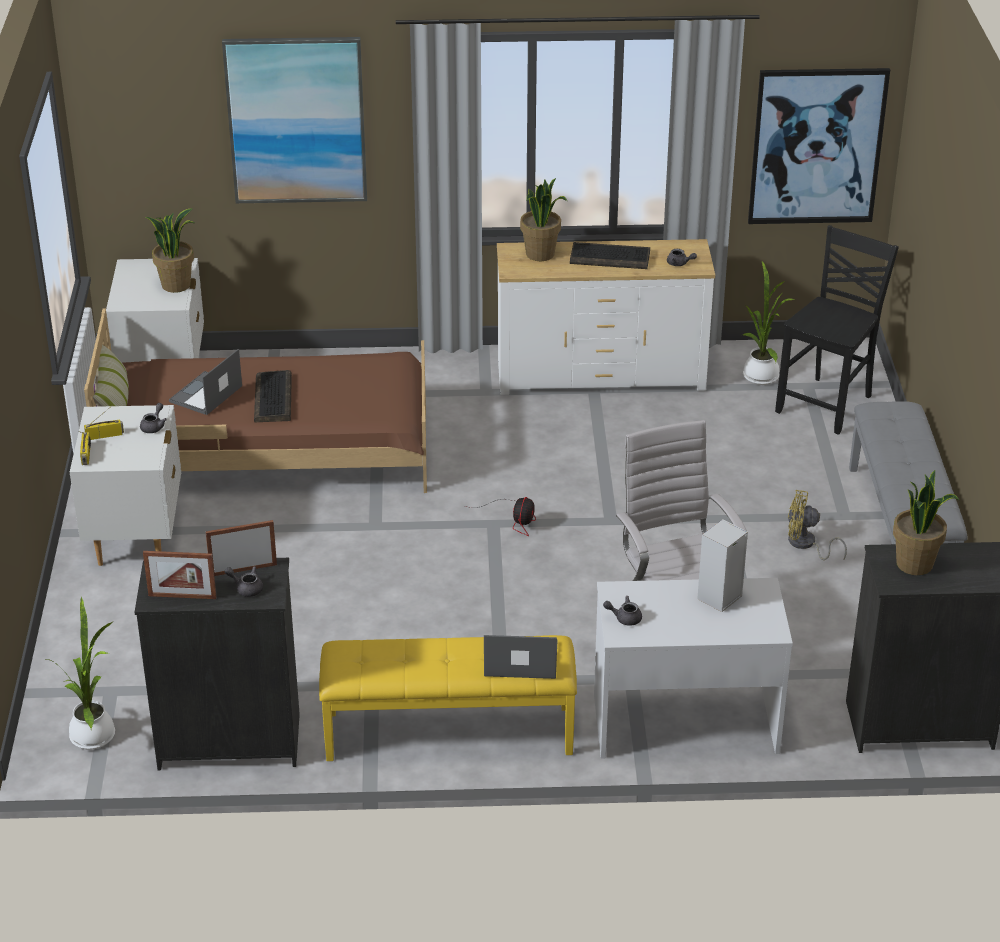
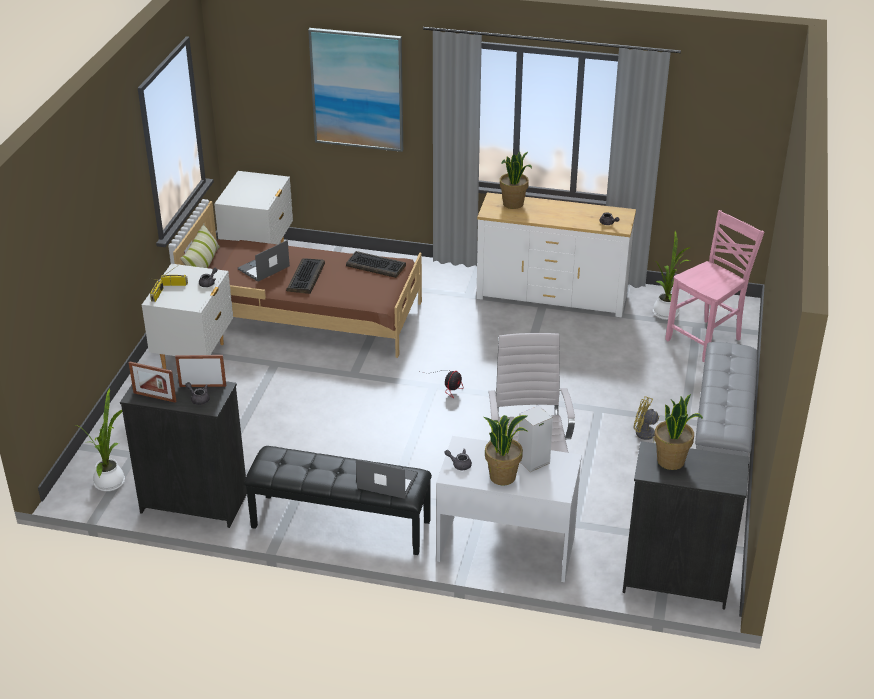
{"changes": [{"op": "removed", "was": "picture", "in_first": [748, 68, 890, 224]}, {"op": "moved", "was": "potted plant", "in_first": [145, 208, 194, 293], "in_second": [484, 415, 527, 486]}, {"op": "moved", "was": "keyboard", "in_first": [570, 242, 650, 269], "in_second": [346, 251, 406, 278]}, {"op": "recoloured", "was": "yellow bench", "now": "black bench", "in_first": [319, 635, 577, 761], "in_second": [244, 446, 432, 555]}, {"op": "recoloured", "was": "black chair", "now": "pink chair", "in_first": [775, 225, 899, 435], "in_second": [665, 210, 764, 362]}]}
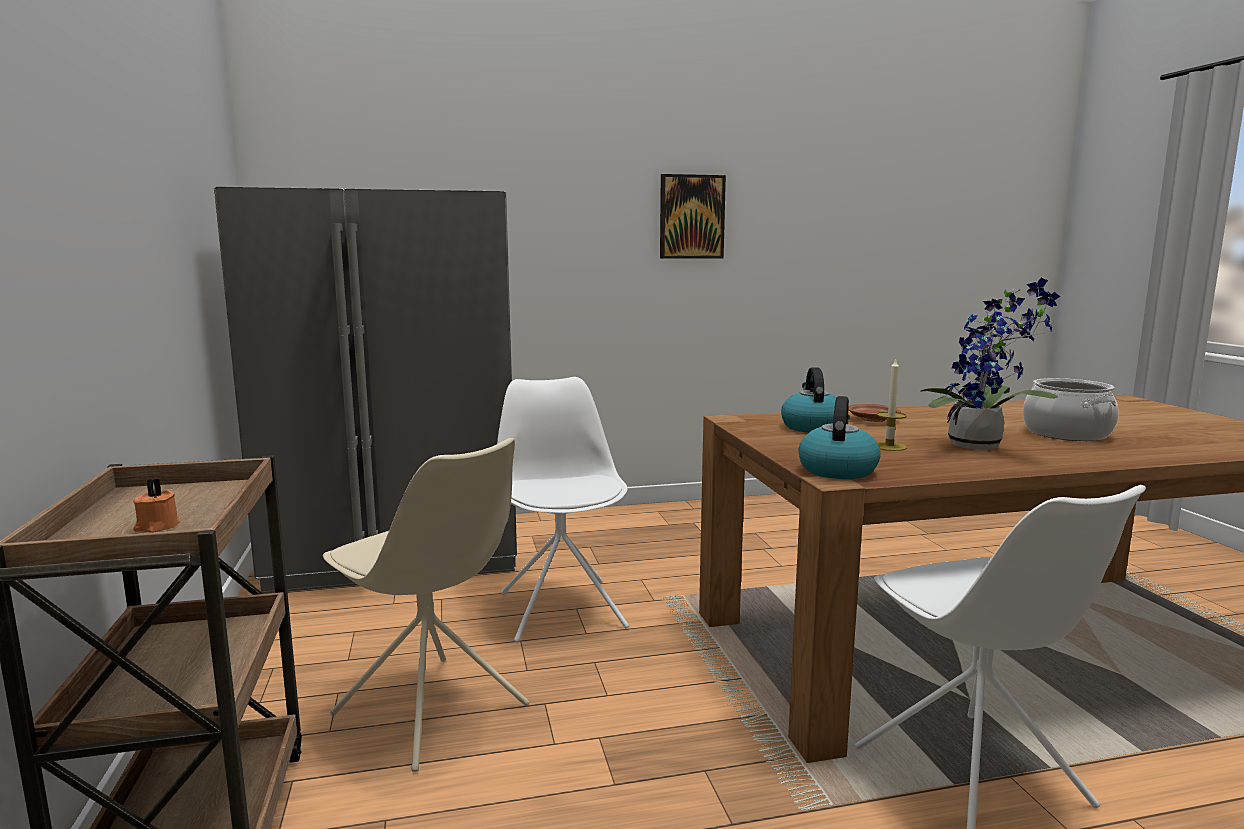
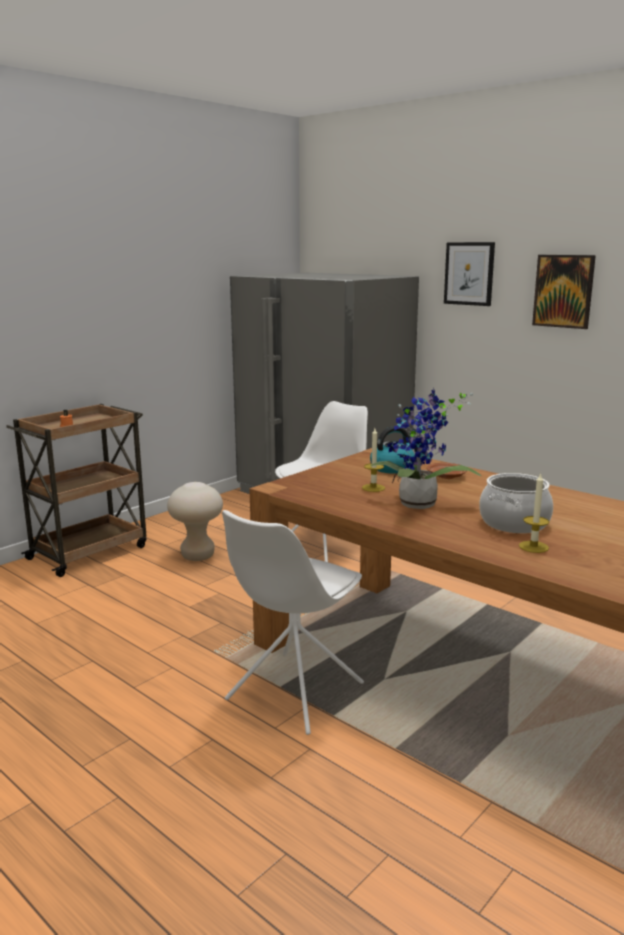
{"changes": [{"op": "removed", "was": "kettle", "in_first": [798, 396, 881, 479]}, {"op": "added", "now": "picture", "in_second": [444, 242, 495, 306]}, {"op": "added", "now": "candle", "in_second": [519, 472, 549, 553]}, {"op": "replaced", "was": "beige chair", "now": "beige stool", "in_first": [323, 438, 529, 772], "in_second": [167, 482, 223, 561]}]}
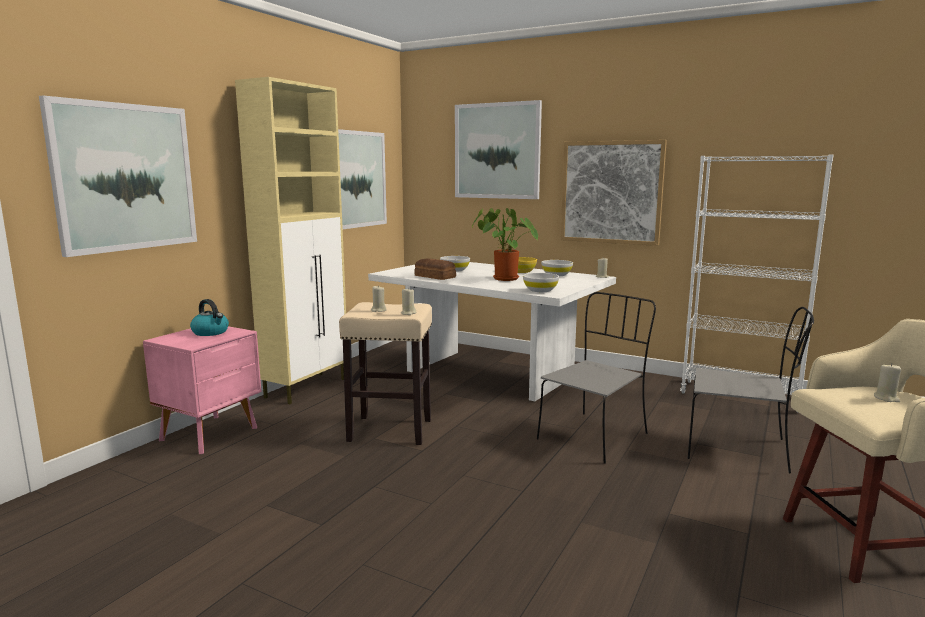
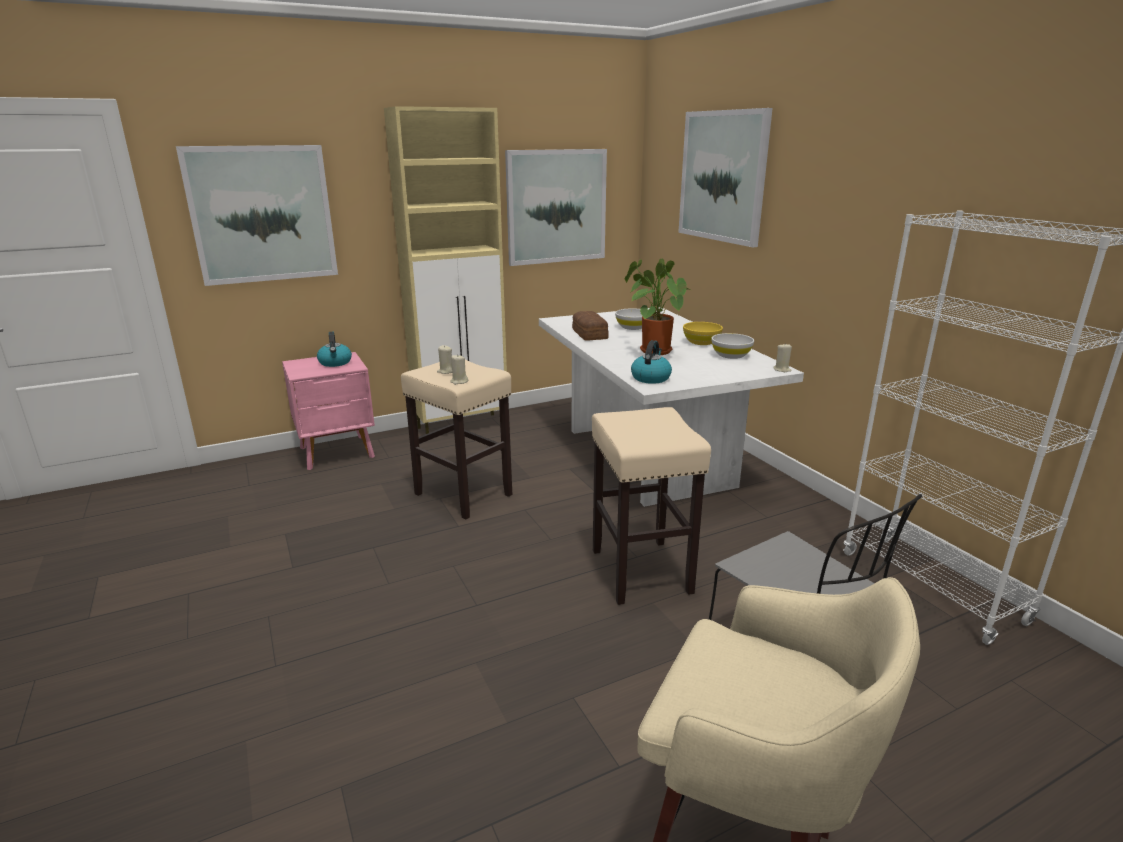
{"changes": [{"op": "removed", "was": "picture", "in_first": [561, 140, 667, 246]}, {"op": "removed", "was": "beige candle", "in_first": [874, 363, 901, 402]}, {"op": "replaced", "was": "white bowl", "now": "kettle", "in_first": [523, 273, 559, 292], "in_second": [631, 340, 672, 384]}, {"op": "replaced", "was": "grey chair", "now": "beige stool", "in_first": [537, 292, 656, 464], "in_second": [592, 407, 711, 605]}]}
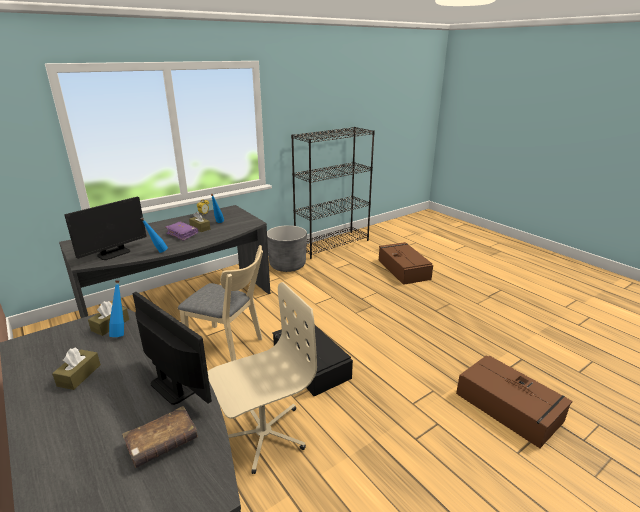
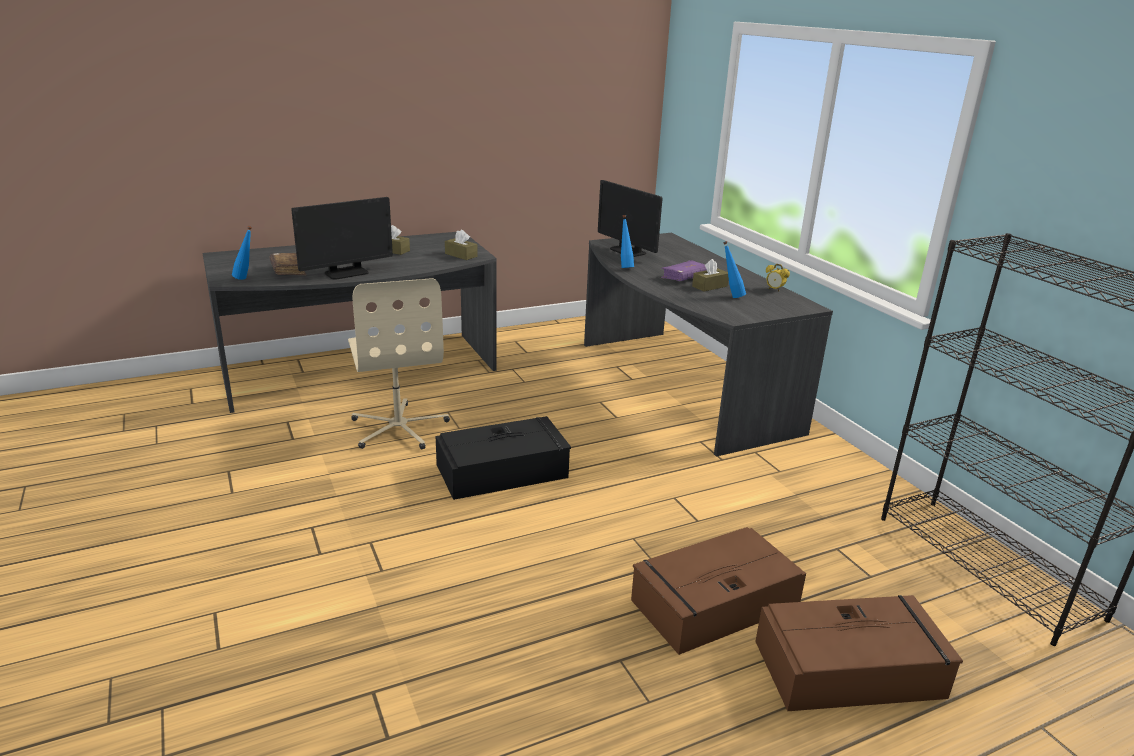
{"changes": [{"op": "removed", "was": "beige chair", "in_first": [178, 245, 263, 361]}, {"op": "removed", "was": "grey planter", "in_first": [267, 225, 307, 272]}, {"op": "moved", "was": "blue bottle", "in_first": [109, 280, 124, 337], "in_second": [232, 226, 252, 280]}, {"op": "moved", "was": "brown storage box", "in_first": [456, 355, 573, 448], "in_second": [631, 527, 806, 655]}]}
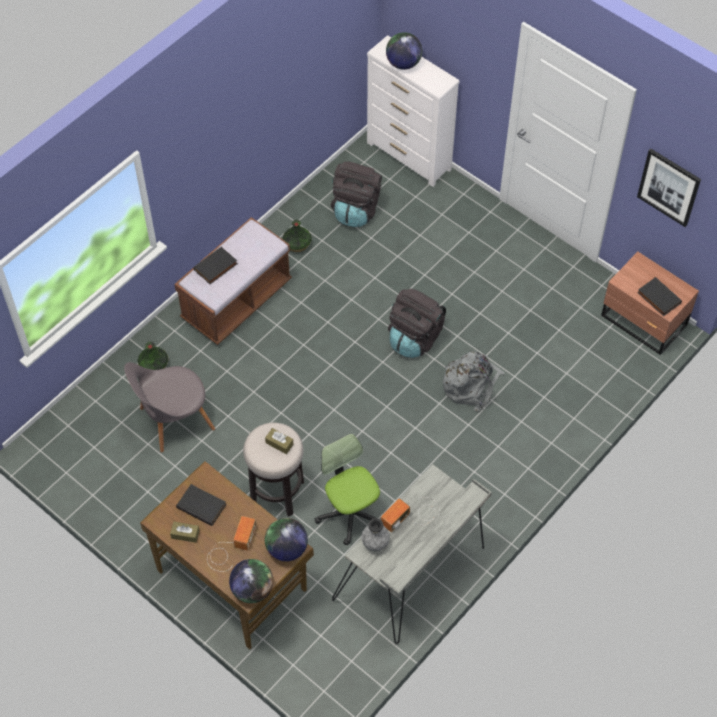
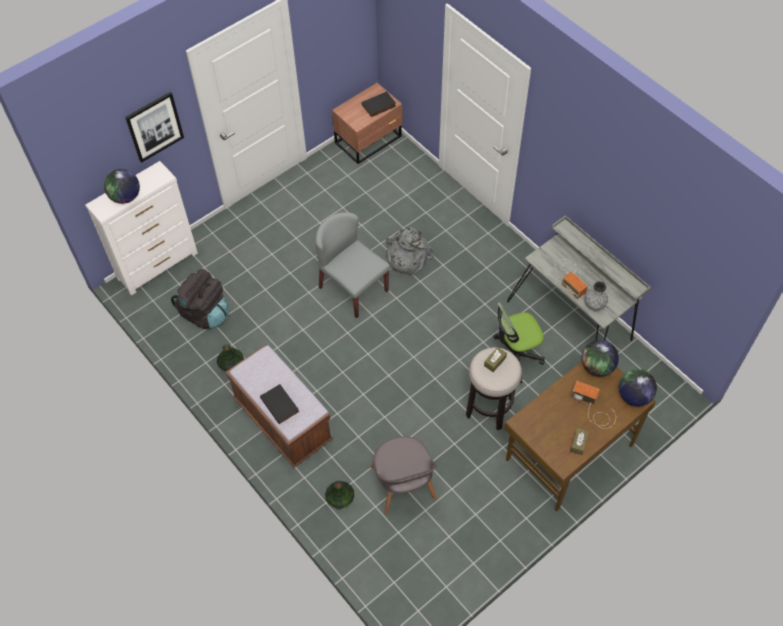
{"changes": [{"op": "removed", "was": "black book", "in_first": [176, 484, 227, 526]}, {"op": "moved", "was": "picture", "in_first": [637, 148, 701, 227], "in_second": [125, 92, 184, 163]}, {"op": "replaced", "was": "black backpack", "now": "grey chair", "in_first": [388, 289, 446, 358], "in_second": [316, 212, 390, 318]}]}
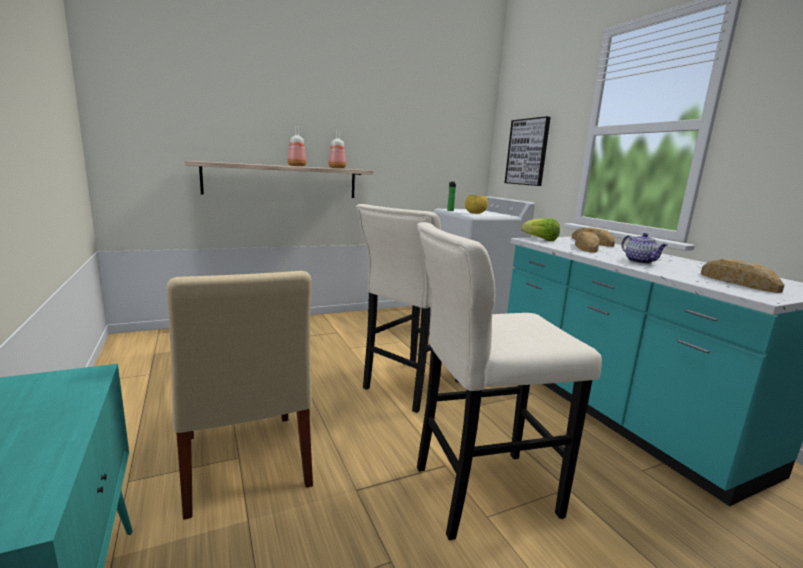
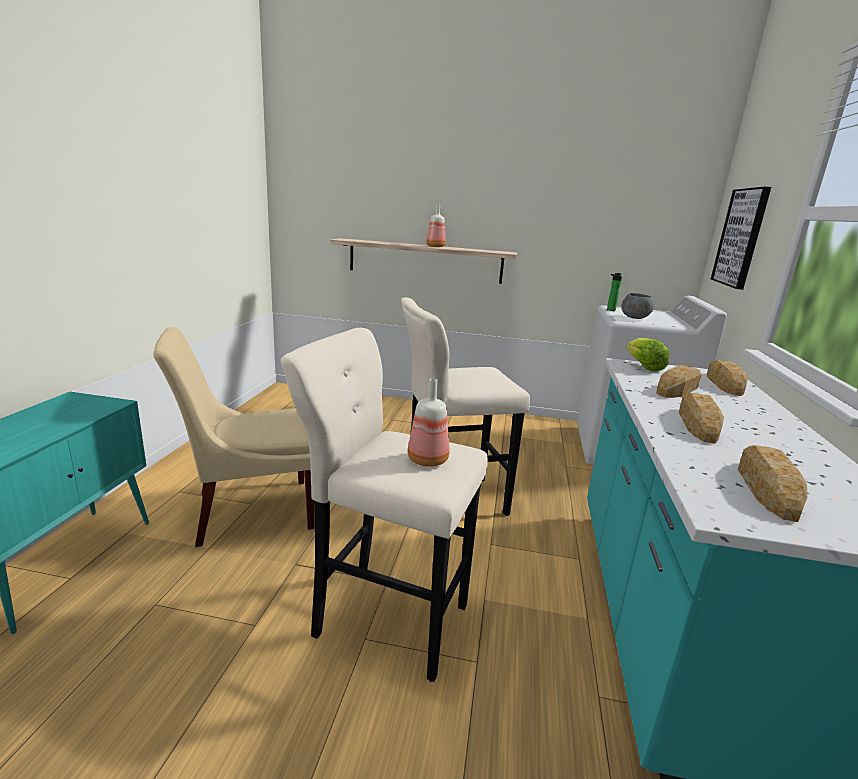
{"changes": [{"op": "moved", "was": "bottle", "in_first": [328, 130, 346, 169], "in_second": [408, 378, 449, 467]}, {"op": "replaced", "was": "teapot", "now": "bread", "in_first": [621, 233, 667, 264], "in_second": [679, 393, 724, 444]}, {"op": "recoloured", "was": "yellow bowl", "now": "grey bowl", "in_first": [465, 195, 488, 214], "in_second": [621, 293, 654, 319]}, {"op": "turned", "was": "beige chair", "in_first": [166, 271, 313, 520], "in_second": [153, 327, 314, 547], "clockwise": 60}]}
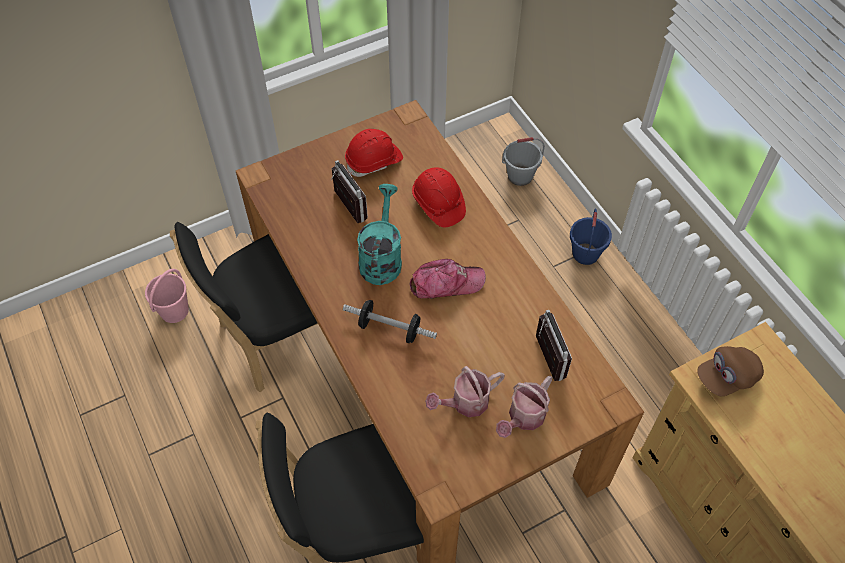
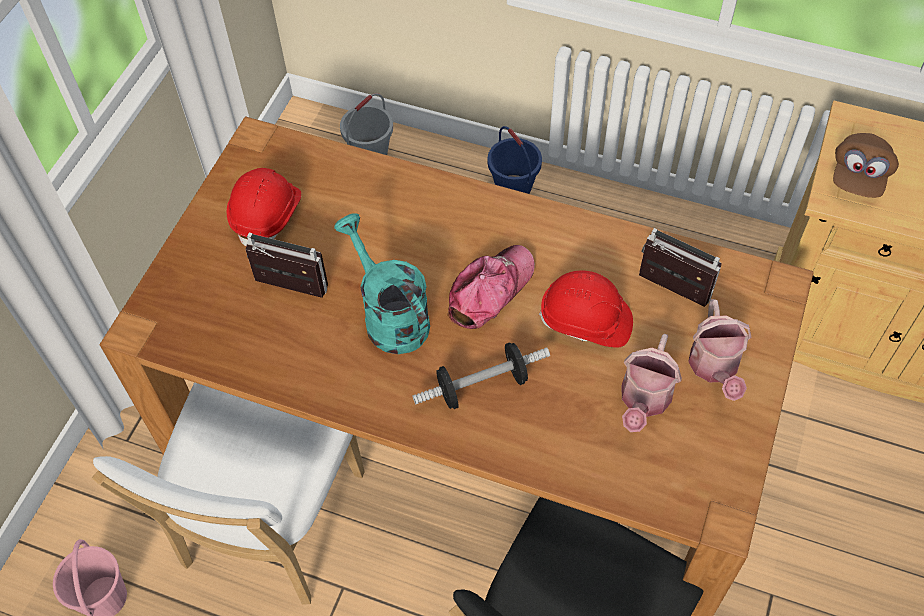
{"changes": [{"op": "moved", "was": "red hard hat", "in_first": [412, 167, 466, 227], "in_second": [539, 271, 633, 348]}, {"op": "recoloured", "was": "black chair", "now": "white chair", "in_first": [170, 222, 318, 392], "in_second": [92, 382, 365, 605]}]}
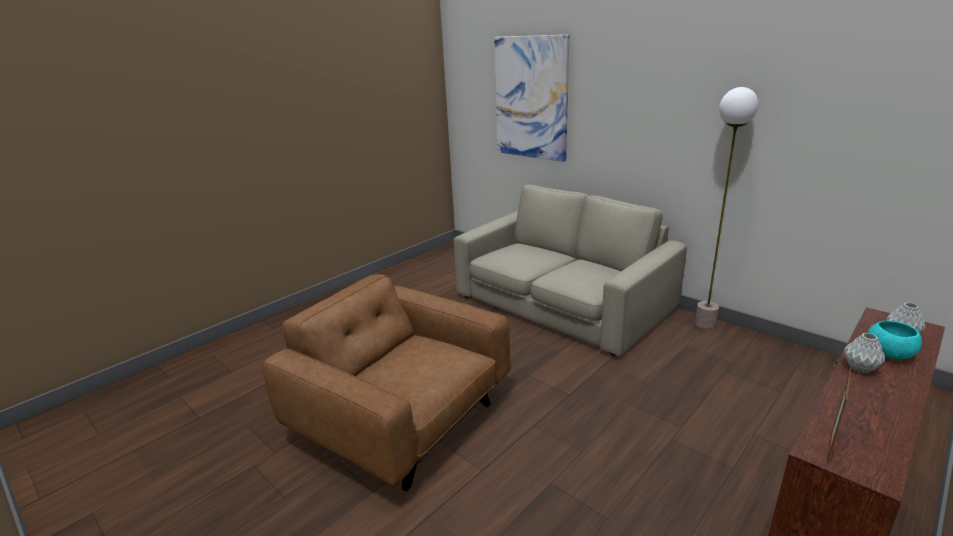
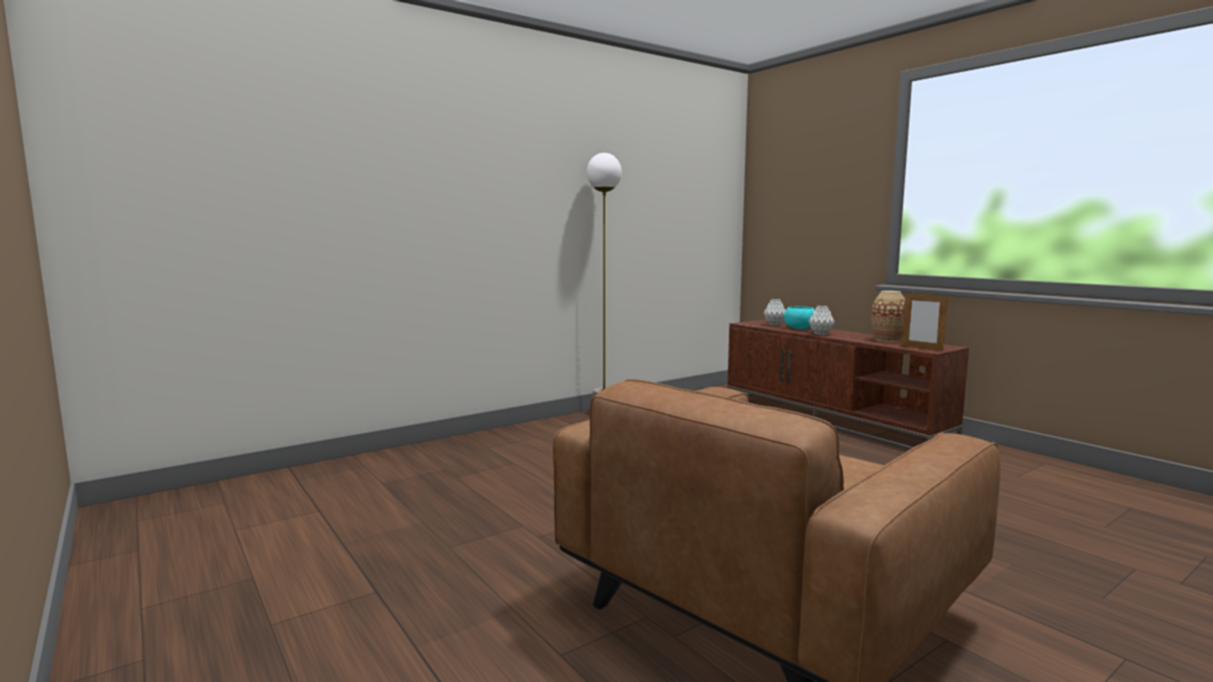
{"changes": [{"op": "removed", "was": "beige sofa", "in_first": [454, 185, 687, 356]}, {"op": "removed", "was": "picture", "in_first": [494, 35, 569, 162]}, {"op": "added", "now": "vase", "in_second": [872, 291, 905, 342]}]}
